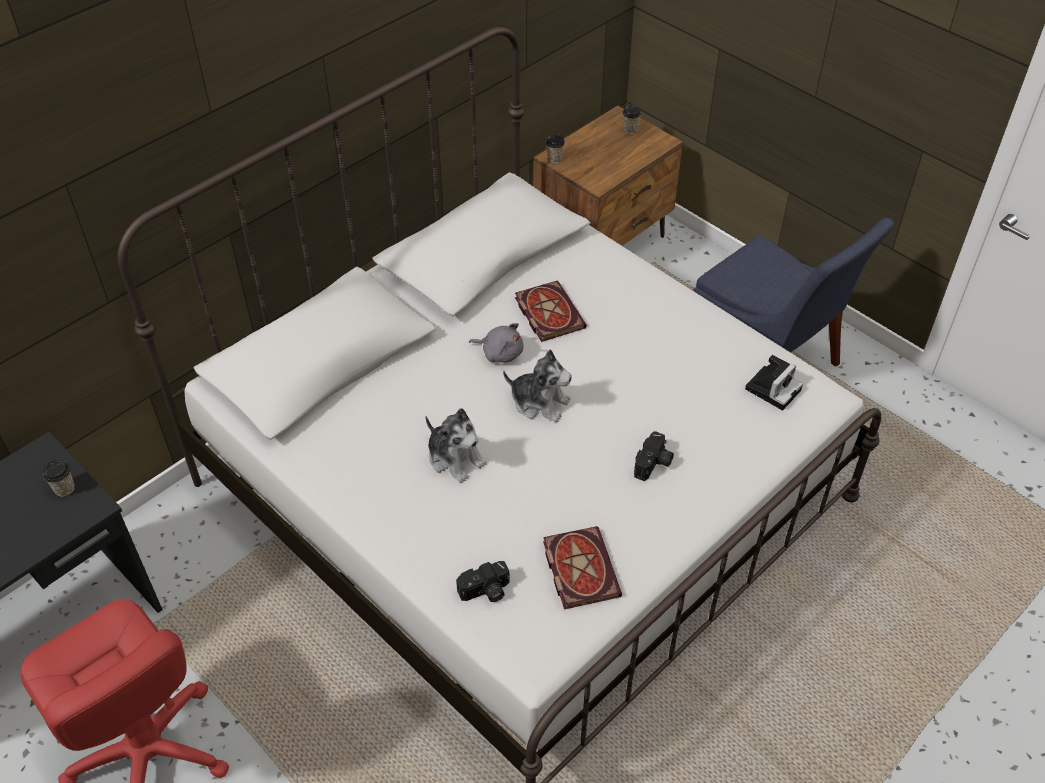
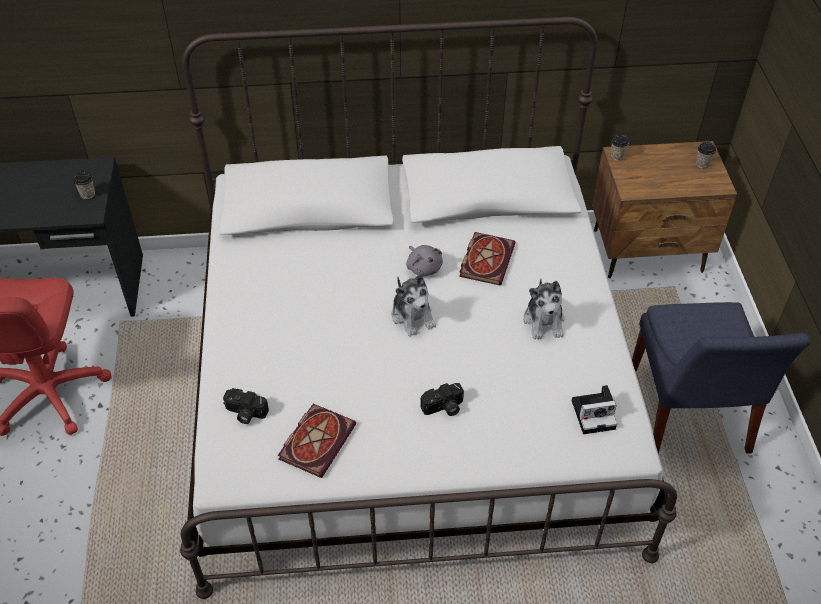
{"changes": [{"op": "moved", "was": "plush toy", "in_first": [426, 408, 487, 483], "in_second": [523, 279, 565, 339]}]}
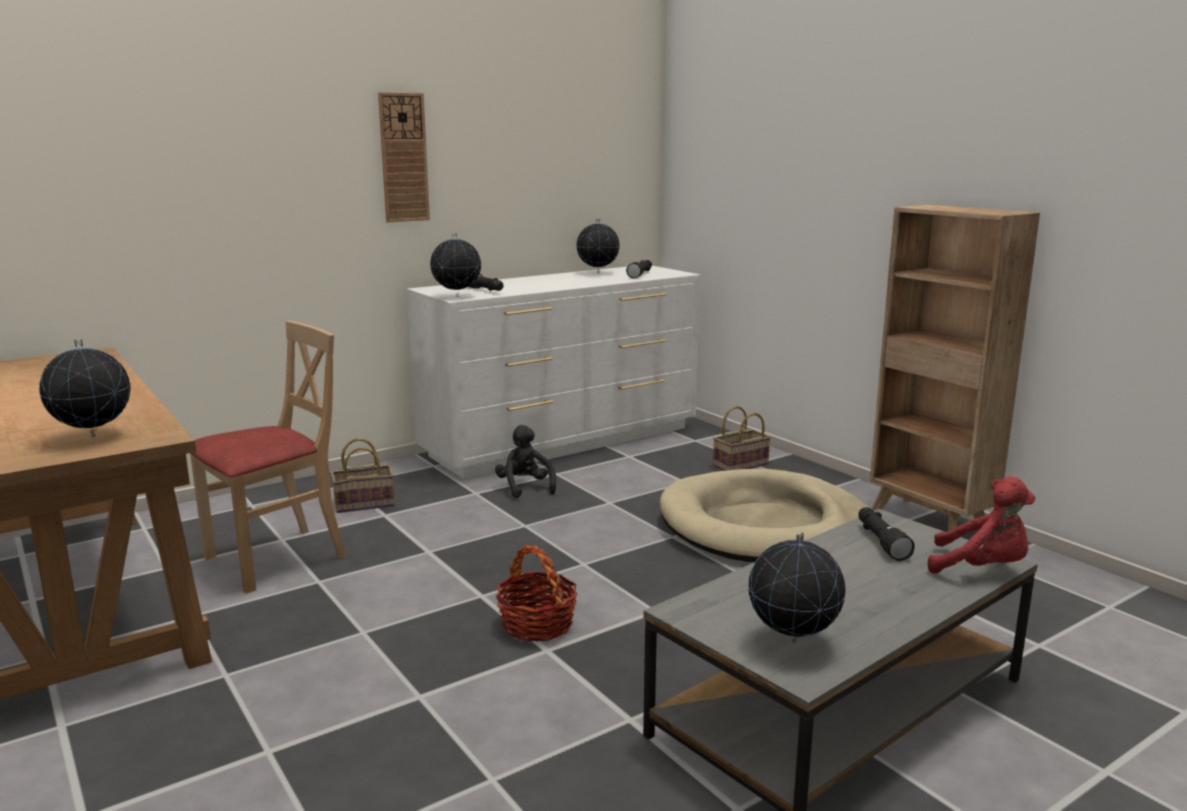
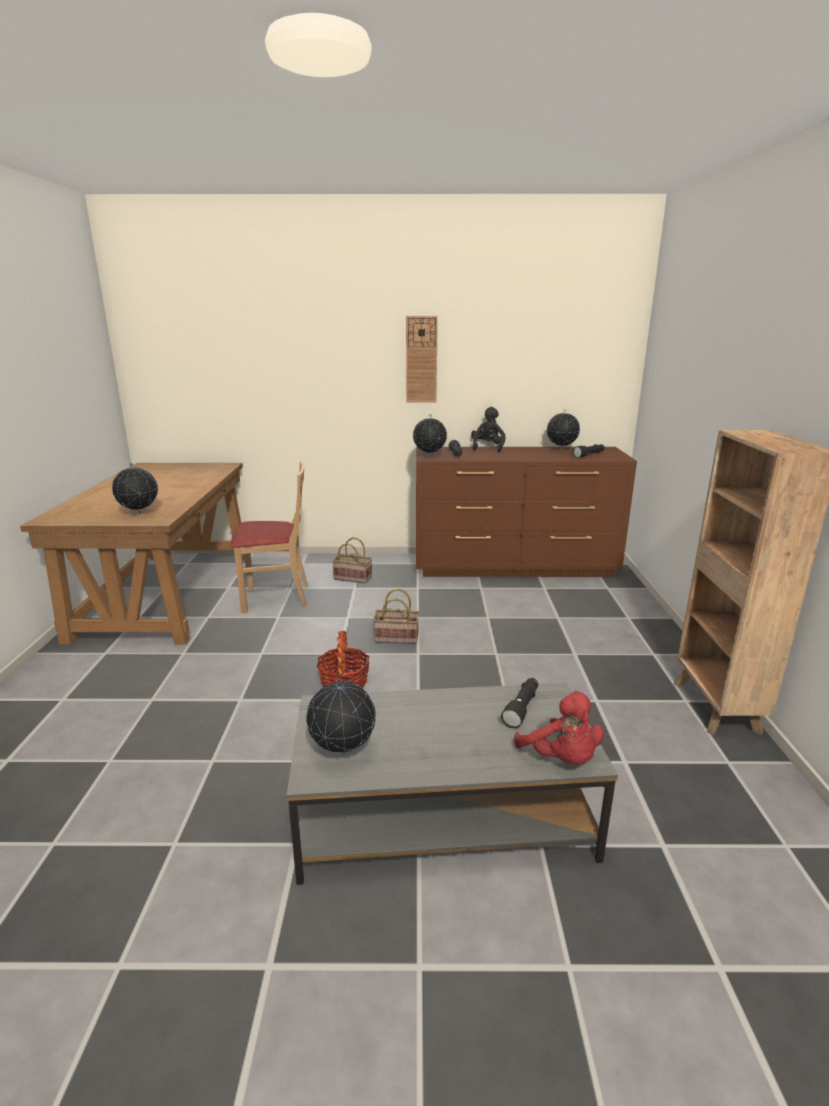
{"changes": [{"op": "removed", "was": "beige dog bed", "in_first": [660, 469, 869, 563]}, {"op": "moved", "was": "black plush toy", "in_first": [495, 425, 556, 498], "in_second": [471, 407, 506, 452]}, {"op": "moved", "was": "basket", "in_first": [713, 406, 771, 471], "in_second": [373, 589, 419, 644]}, {"op": "recoloured", "was": "white dresser", "now": "brown dresser", "in_first": [407, 266, 700, 479], "in_second": [416, 447, 637, 577]}]}
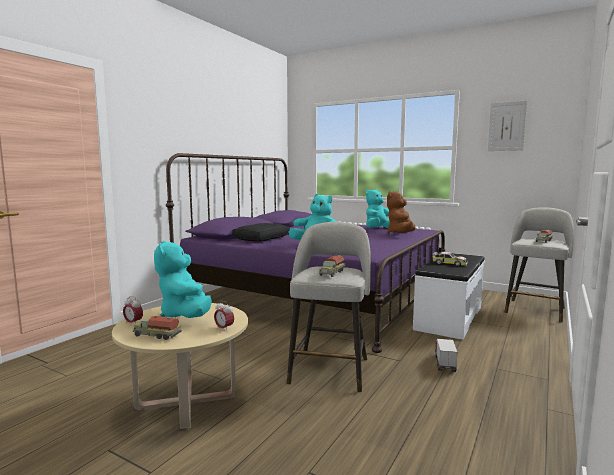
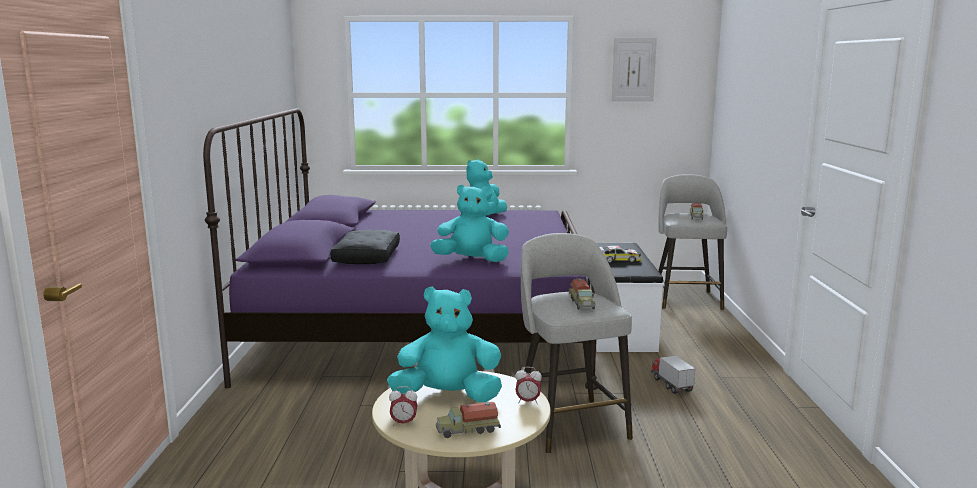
{"changes": [{"op": "removed", "was": "brown plush toy", "in_first": [387, 191, 416, 234]}, {"op": "turned", "was": "turquoise plush toy", "in_first": [154, 241, 212, 318], "in_second": [387, 287, 502, 402], "clockwise": 135}]}
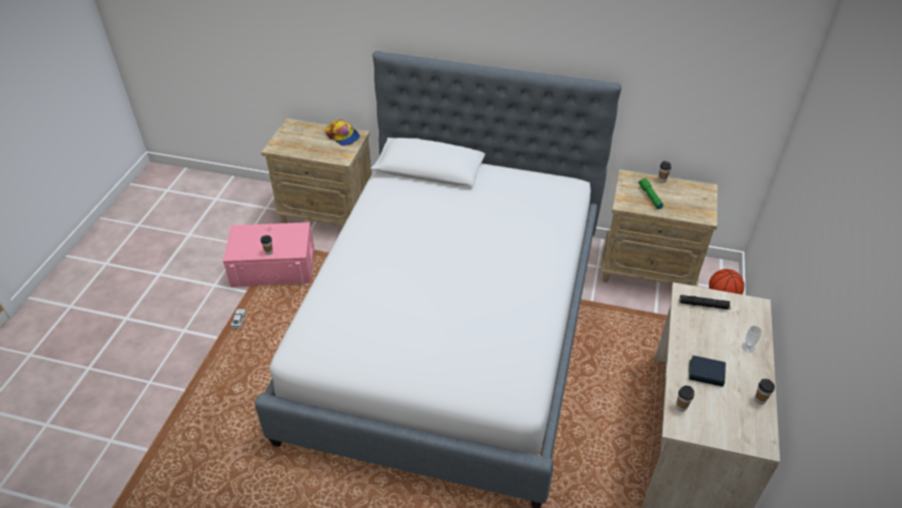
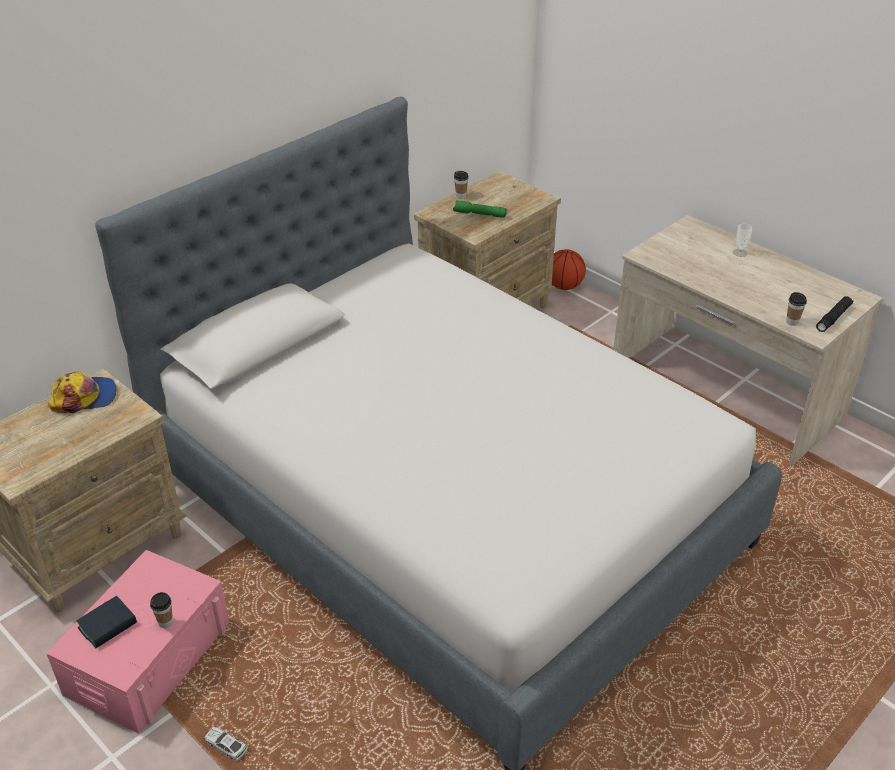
{"changes": [{"op": "removed", "was": "cup", "in_first": [754, 379, 775, 405]}, {"op": "moved", "was": "black flashlight", "in_first": [679, 295, 731, 310], "in_second": [816, 296, 853, 332]}, {"op": "moved", "was": "book", "in_first": [689, 355, 726, 387], "in_second": [77, 596, 137, 648]}]}
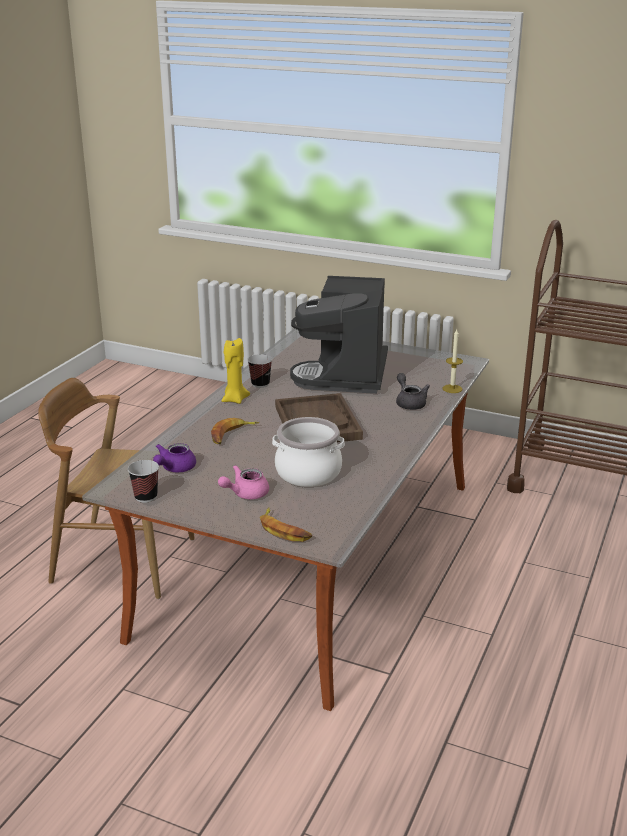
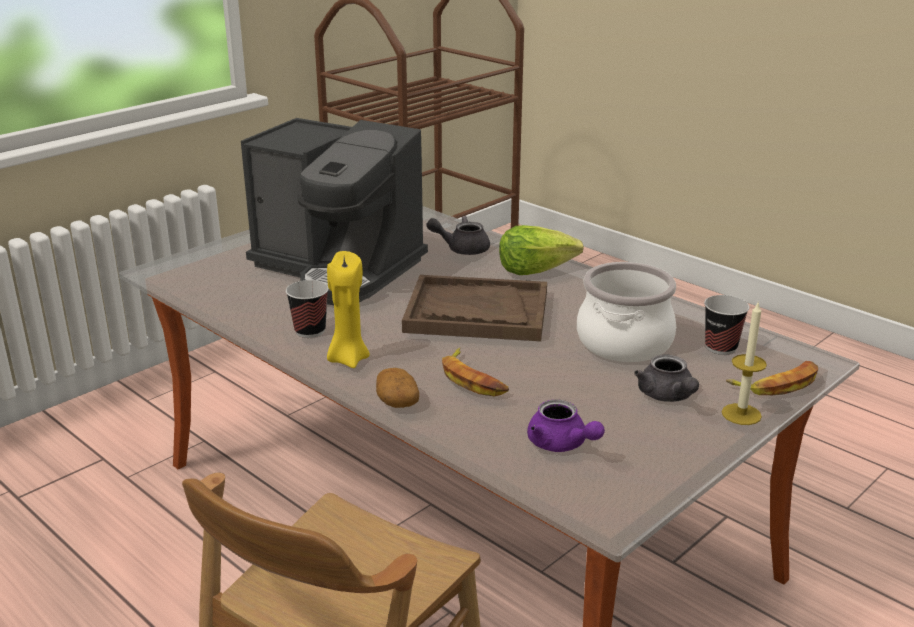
{"changes": [{"op": "added", "now": "potato", "in_second": [376, 368, 419, 408]}, {"op": "added", "now": "lettuce", "in_second": [499, 225, 584, 275]}, {"op": "moved", "was": "cup", "in_first": [128, 460, 159, 503], "in_second": [704, 295, 749, 355]}, {"op": "moved", "was": "candle", "in_first": [443, 329, 463, 393], "in_second": [722, 301, 767, 425]}, {"op": "recoloured", "was": "pink teapot", "now": "grey teapot", "in_first": [218, 465, 269, 499], "in_second": [634, 354, 699, 402]}]}
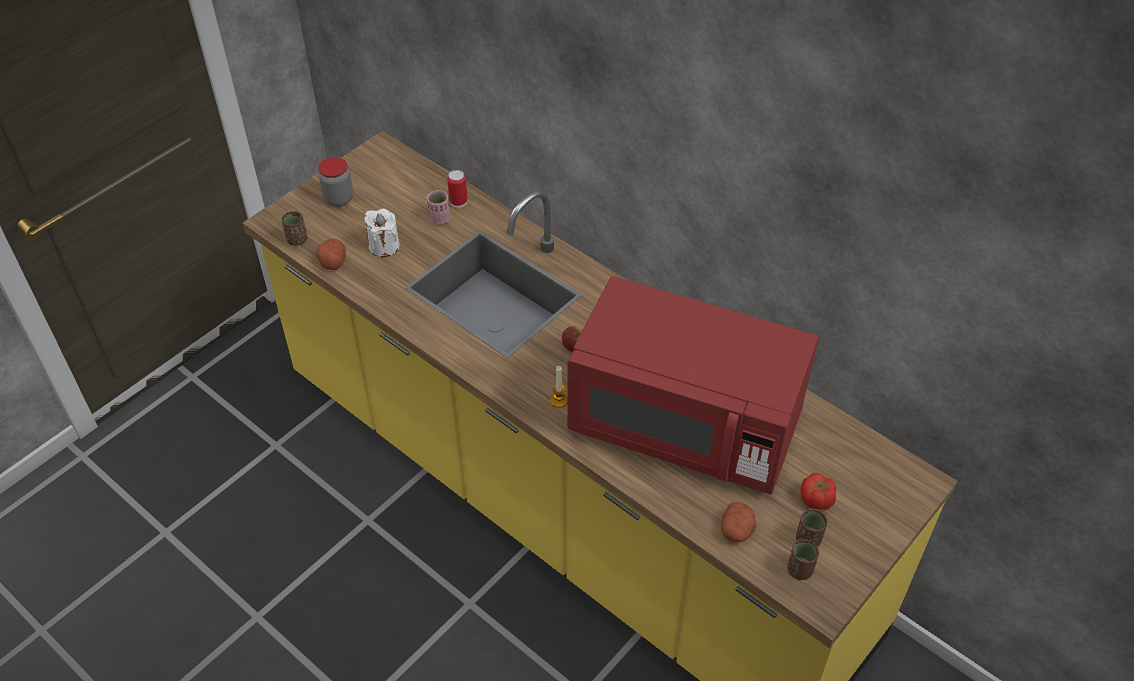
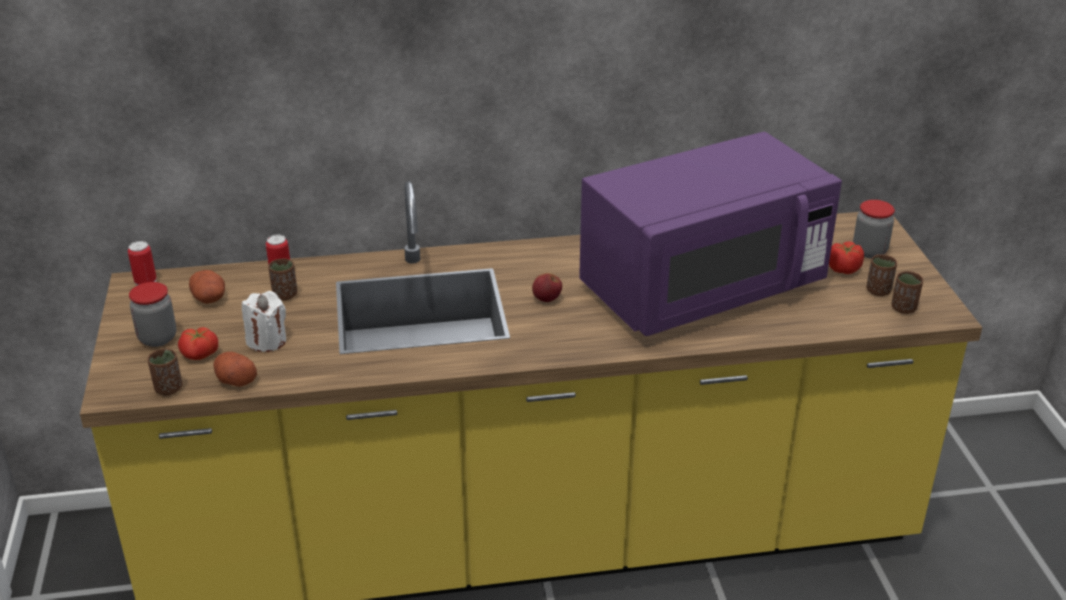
{"changes": [{"op": "removed", "was": "candle", "in_first": [550, 366, 567, 408]}, {"op": "added", "now": "can", "in_second": [128, 241, 157, 286]}, {"op": "added", "now": "tomato", "in_second": [178, 327, 218, 360]}, {"op": "added", "now": "jar", "in_second": [853, 200, 895, 258]}, {"op": "moved", "was": "potato", "in_first": [721, 502, 756, 542], "in_second": [189, 270, 225, 304]}, {"op": "recoloured", "was": "pink cup", "now": "brown cup", "in_first": [427, 190, 450, 225], "in_second": [268, 258, 297, 300]}, {"op": "recoloured", "was": "red microwave", "now": "purple microwave", "in_first": [567, 276, 819, 495], "in_second": [579, 132, 842, 336]}]}
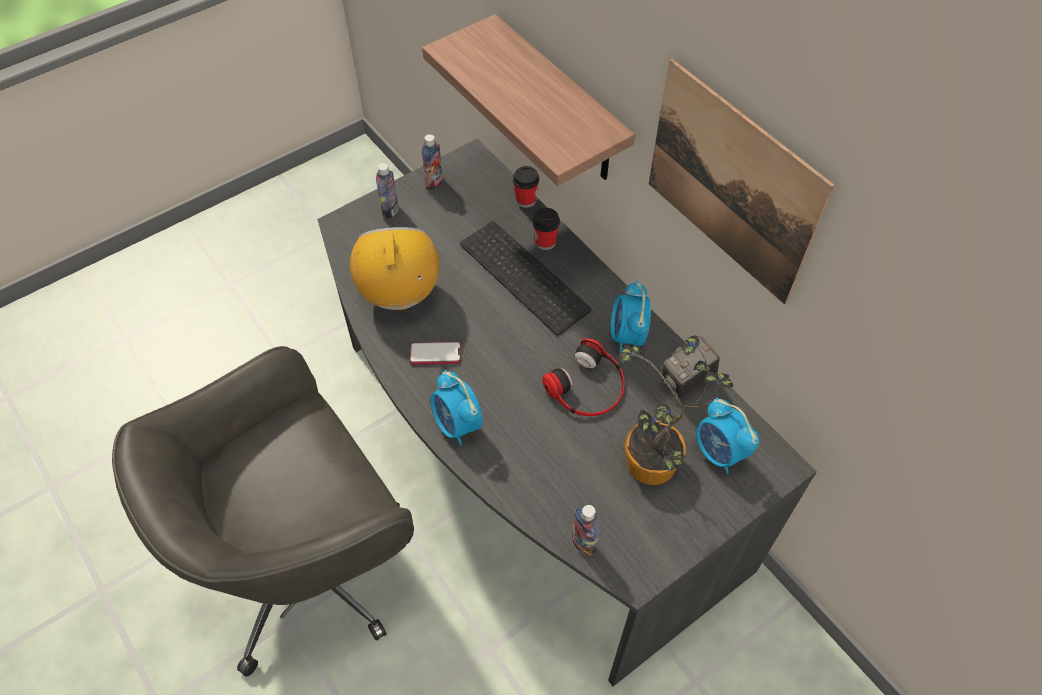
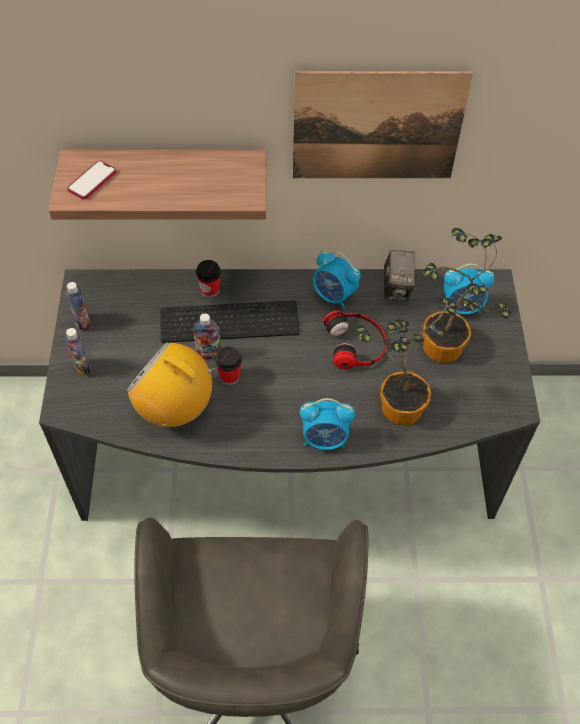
{"changes": [{"op": "added", "now": "potted plant", "in_second": [355, 298, 458, 426]}, {"op": "moved", "was": "phone", "in_first": [409, 341, 461, 364], "in_second": [67, 160, 116, 199]}, {"op": "moved", "was": "cup", "in_first": [513, 166, 539, 208], "in_second": [215, 346, 242, 385]}, {"op": "moved", "was": "bottle", "in_first": [572, 505, 600, 556], "in_second": [193, 313, 221, 359]}]}
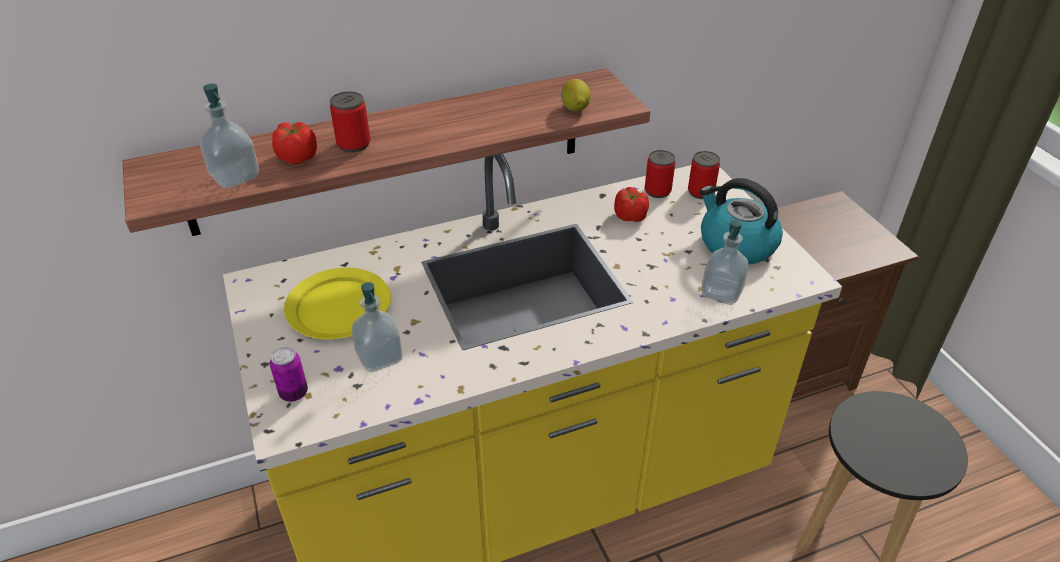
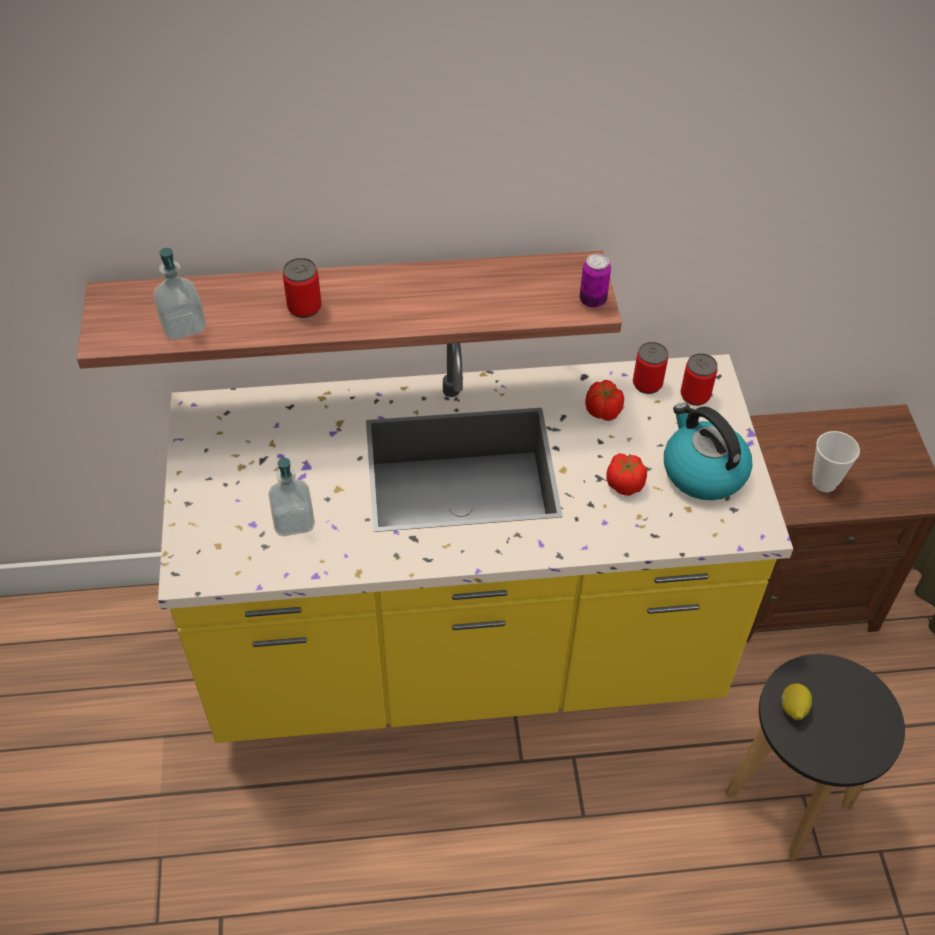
{"changes": [{"op": "removed", "was": "yellow plate", "in_first": [284, 268, 391, 339]}, {"op": "removed", "was": "soap dispenser", "in_first": [701, 219, 749, 305]}, {"op": "added", "now": "cup", "in_second": [812, 431, 860, 492]}, {"op": "moved", "was": "can", "in_first": [270, 347, 308, 402], "in_second": [580, 254, 611, 308]}, {"op": "moved", "was": "tomato", "in_first": [272, 122, 317, 164], "in_second": [606, 453, 647, 496]}, {"op": "moved", "was": "lemon", "in_first": [561, 79, 590, 111], "in_second": [782, 683, 812, 720]}]}
